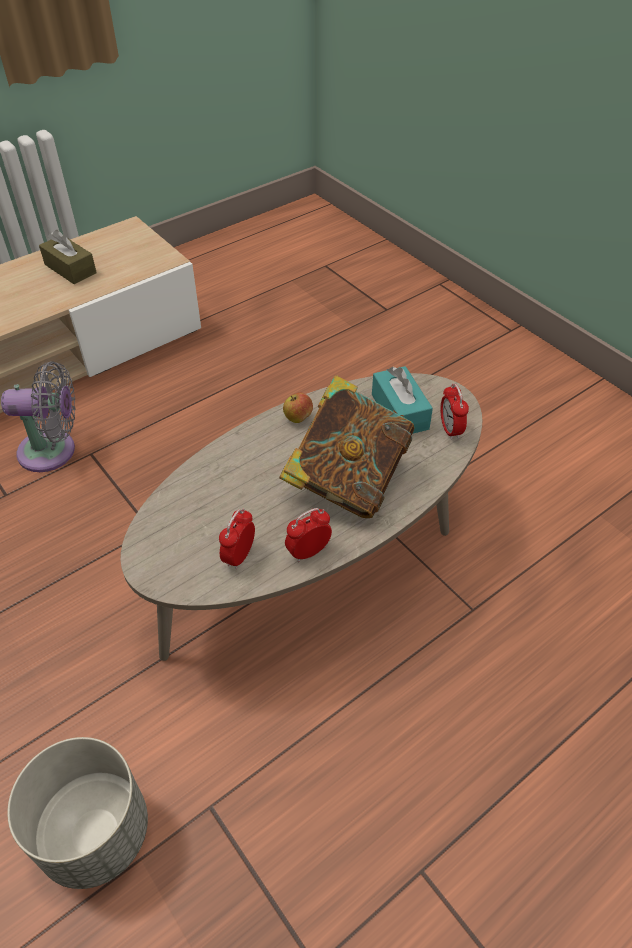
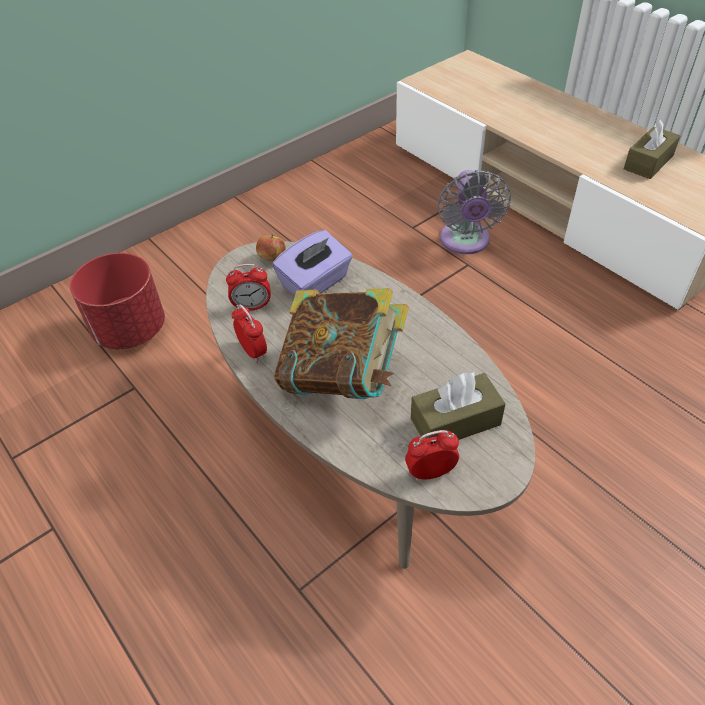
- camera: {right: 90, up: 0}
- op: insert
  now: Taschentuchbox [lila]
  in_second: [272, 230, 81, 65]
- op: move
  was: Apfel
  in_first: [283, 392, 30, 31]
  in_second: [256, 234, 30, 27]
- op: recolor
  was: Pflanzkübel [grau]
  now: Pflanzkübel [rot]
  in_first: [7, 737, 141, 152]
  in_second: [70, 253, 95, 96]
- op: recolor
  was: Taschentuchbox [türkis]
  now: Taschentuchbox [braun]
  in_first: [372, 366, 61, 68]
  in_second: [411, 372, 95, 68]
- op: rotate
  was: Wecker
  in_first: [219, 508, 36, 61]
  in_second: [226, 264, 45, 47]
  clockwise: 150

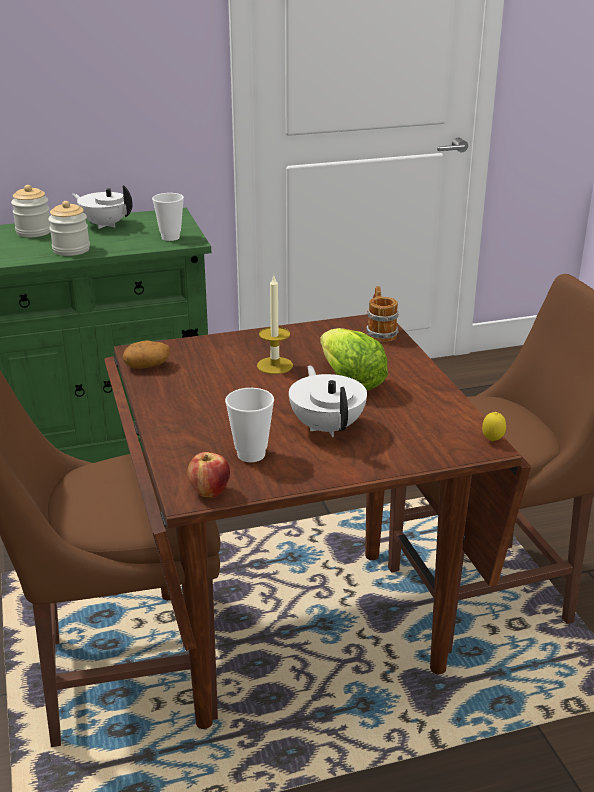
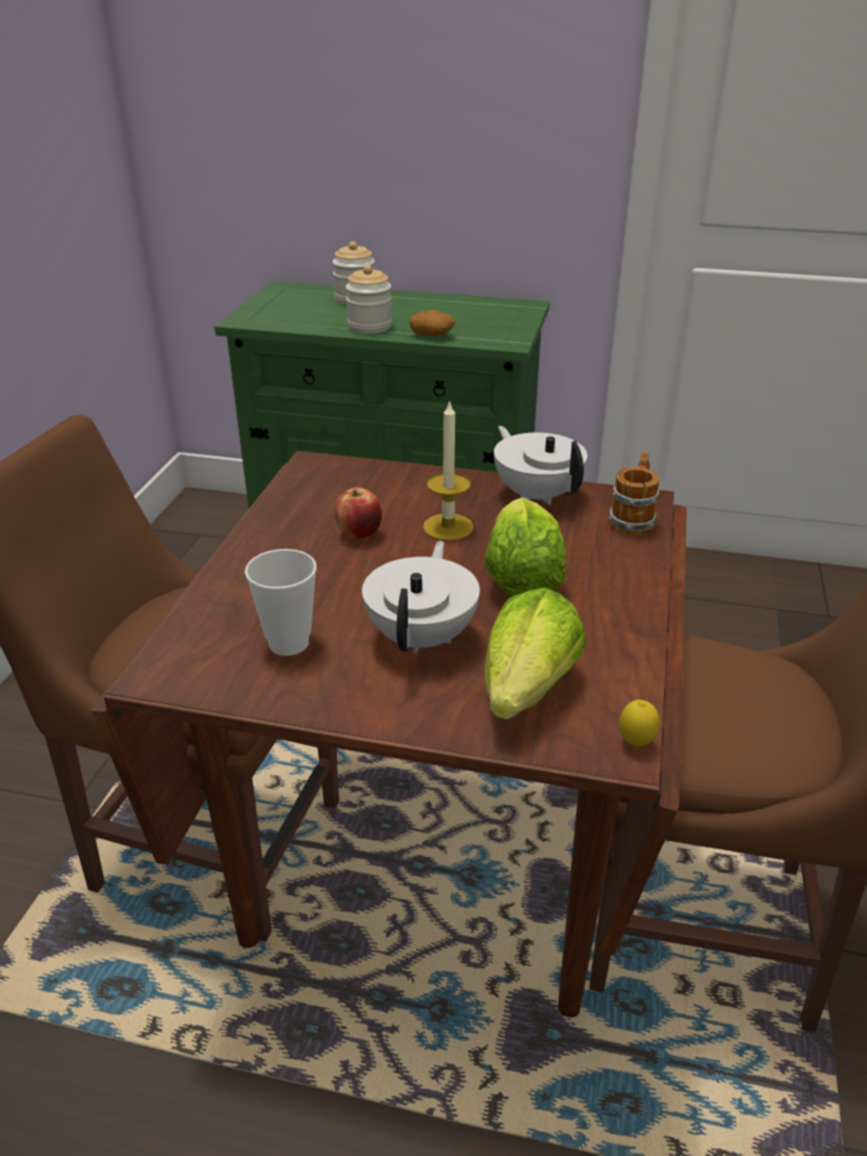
- camera: {right: 30, up: 5}
- op: delete
  was: Tasse
  in_first: [152, 193, 32, 48]
- op: insert
  now: Salatkopf
  in_second: [484, 588, 102, 131]
- op: move
  was: Teekanne [weiß]
  in_first: [72, 185, 61, 44]
  in_second: [494, 426, 93, 79]
- op: move
  was: Kartoffel
  in_first: [123, 340, 47, 29]
  in_second: [409, 310, 46, 26]
- op: move
  was: Apfel
  in_first: [187, 452, 43, 45]
  in_second: [335, 487, 47, 53]

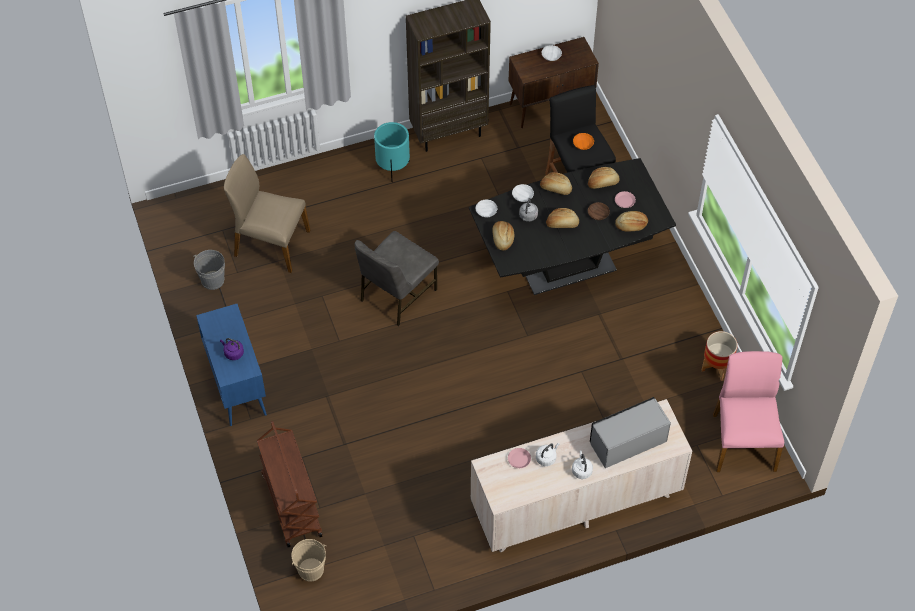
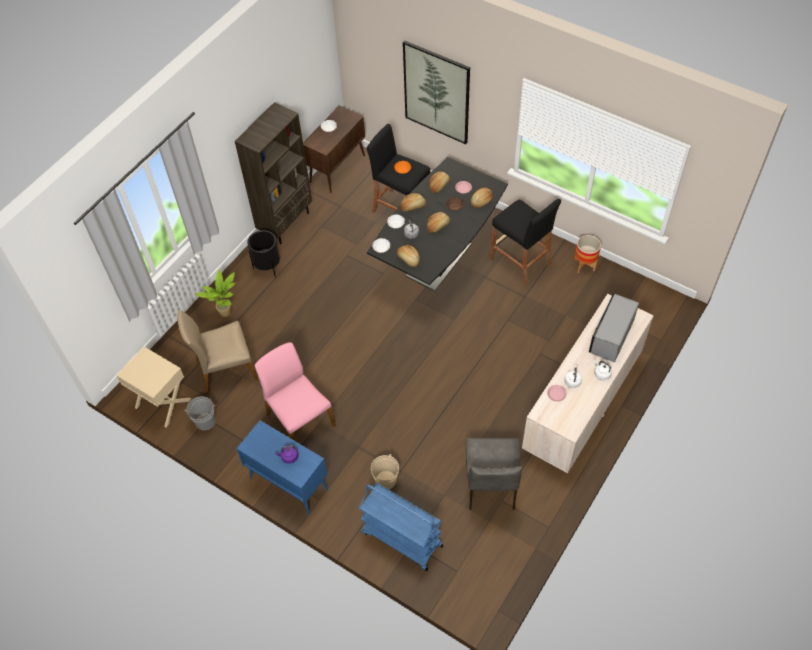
- camera: {right: -35, up: 0}
- op: insert
  now: Nachttisch [beige]
  in_second: [116, 347, 75, 80]
- op: insert
  now: Topfpflanze
  in_second: [195, 270, 41, 47]
- op: insert
  now: Bild
  in_second: [403, 40, 67, 104]
- op: insert
  now: Hocker [schwarz]
  in_second: [490, 199, 71, 87]
- op: move
  was: Eimer [beige]
  in_first: [291, 539, 35, 43]
  in_second: [371, 454, 28, 35]
- op: move
  was: Stuhl [grau]
  in_first: [355, 231, 84, 95]
  in_second: [466, 438, 56, 72]
- op: move
  was: Stuhl [rosa]
  in_first: [713, 351, 71, 121]
  in_second: [255, 342, 81, 99]
- op: recolor
  was: Rollwagen [braun]
  now: Rollwagen [blau]
  in_first: [257, 421, 65, 126]
  in_second: [359, 483, 84, 88]
- op: recolor
  was: Pflanzkübel [türkis]
  now: Pflanzkübel [schwarz]
  in_first: [374, 122, 36, 60]
  in_second: [247, 230, 33, 47]

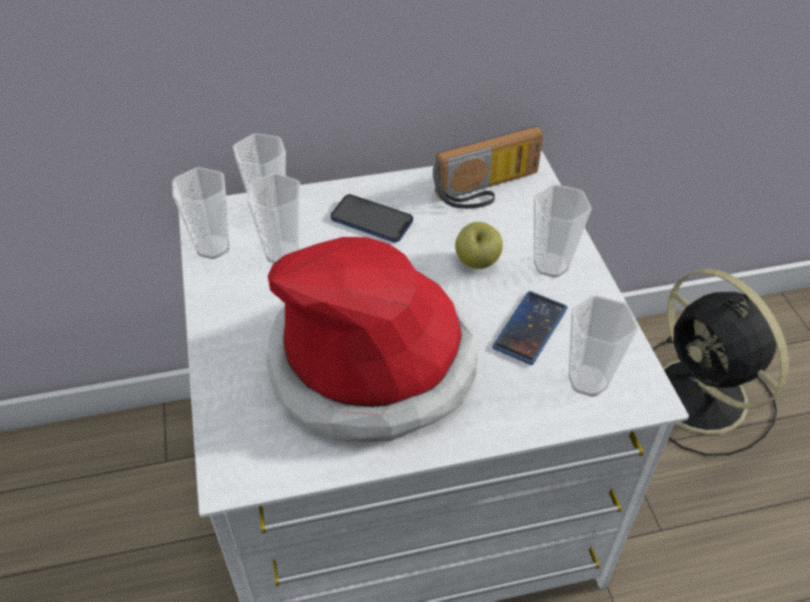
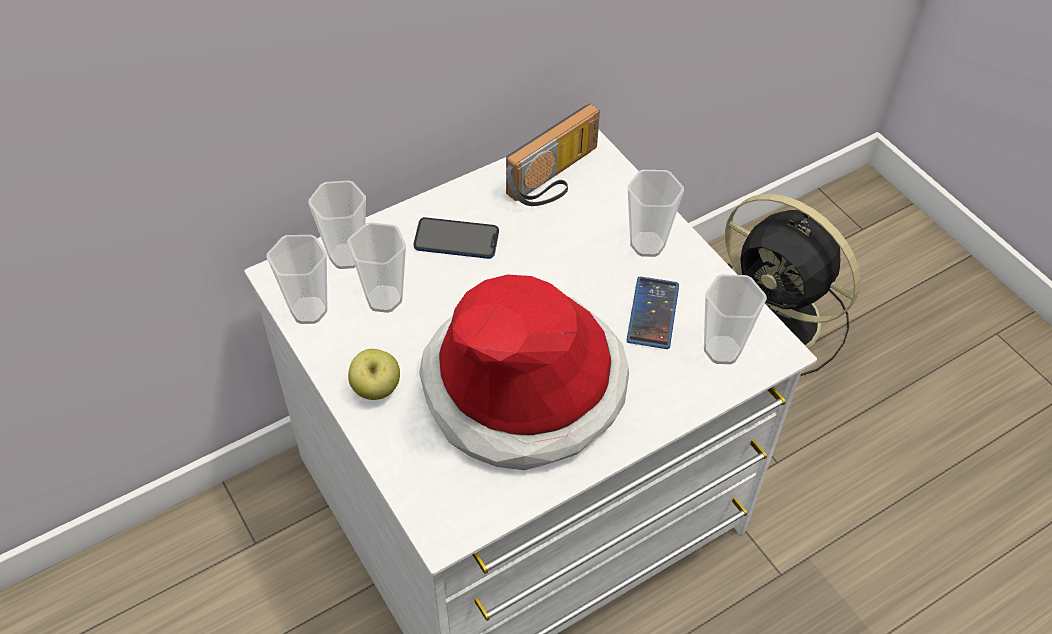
- camera: {right: -20, up: 5}
- op: move
  was: Apfel
  in_first: [455, 222, 48, 47]
  in_second: [348, 349, 52, 51]

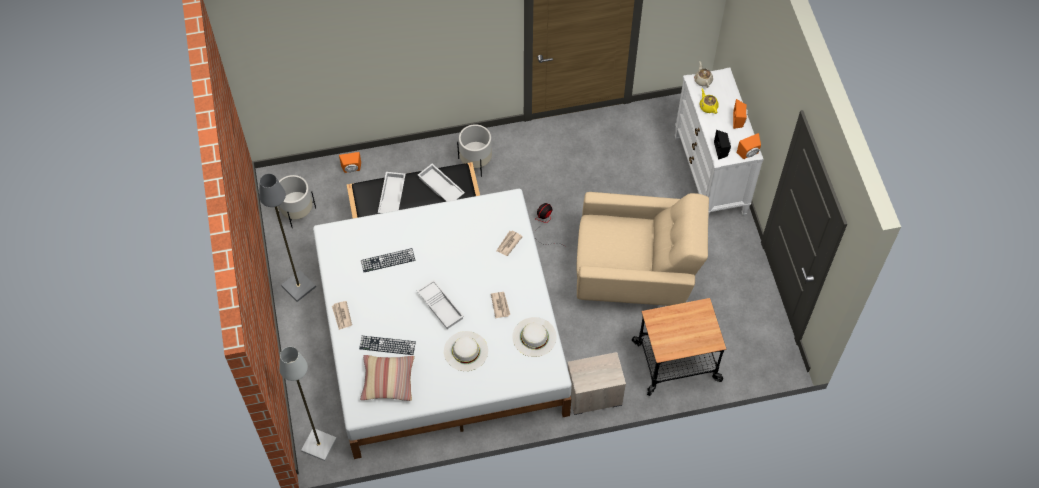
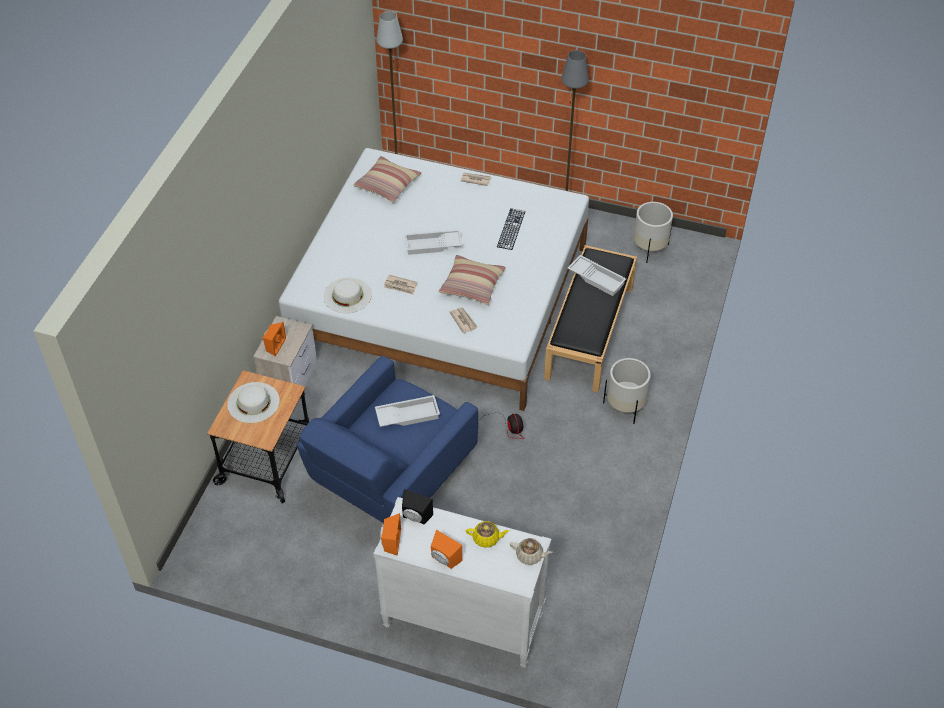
- camera: {right: 120, up: -10}
- op: delete
  was: Tastatur
  in_first: [359, 336, 57, 19]
- op: insert
  now: Kissen
  in_second: [438, 255, 68, 50]
- op: move
  was: Lautsprecher [orange]
  in_first: [339, 152, 22, 21]
  in_second: [263, 322, 23, 34]
- op: move
  was: Tablett [weiß]
  in_first: [418, 164, 47, 37]
  in_second: [375, 395, 65, 32]
- op: move
  was: Hut [weiß]
  in_first: [444, 331, 44, 40]
  in_second: [227, 382, 53, 41]
- op: recolor
  was: Sessel [beige]
  now: Sessel [blau]
  in_first: [577, 192, 132, 114]
  in_second: [297, 356, 181, 167]

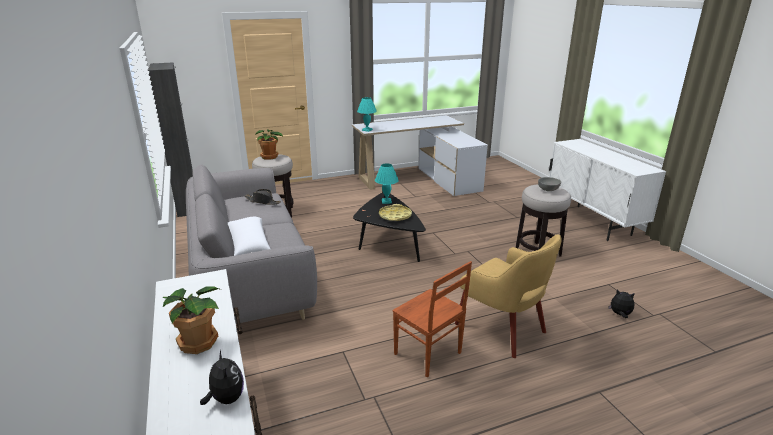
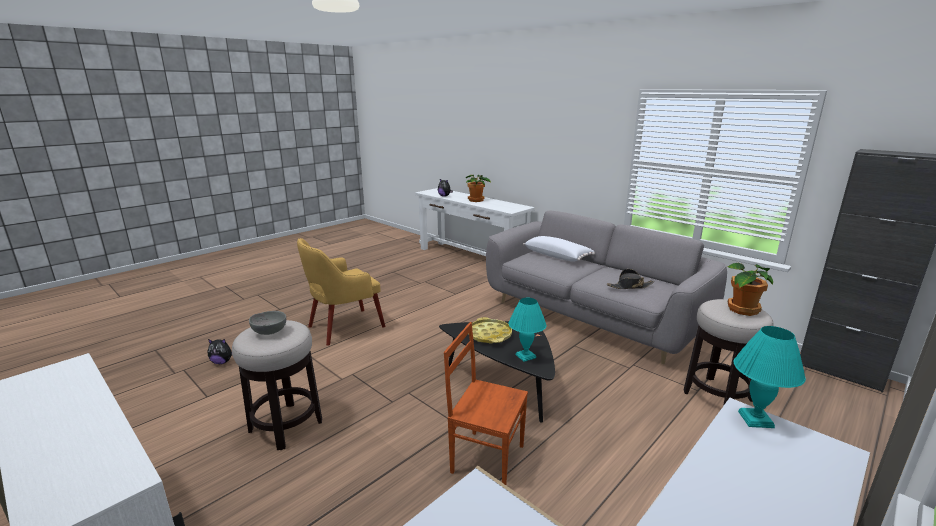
- camera: {right: 155, up: -5}
- op: move
  was: Stuhl [braun]
  in_first: [392, 261, 80, 116]
  in_second: [444, 322, 84, 163]
- op: rotate
  was: Sessel [gelb]
  in_first: [455, 235, 107, 123]
  in_second: [297, 238, 88, 108]
  clockwise: -60

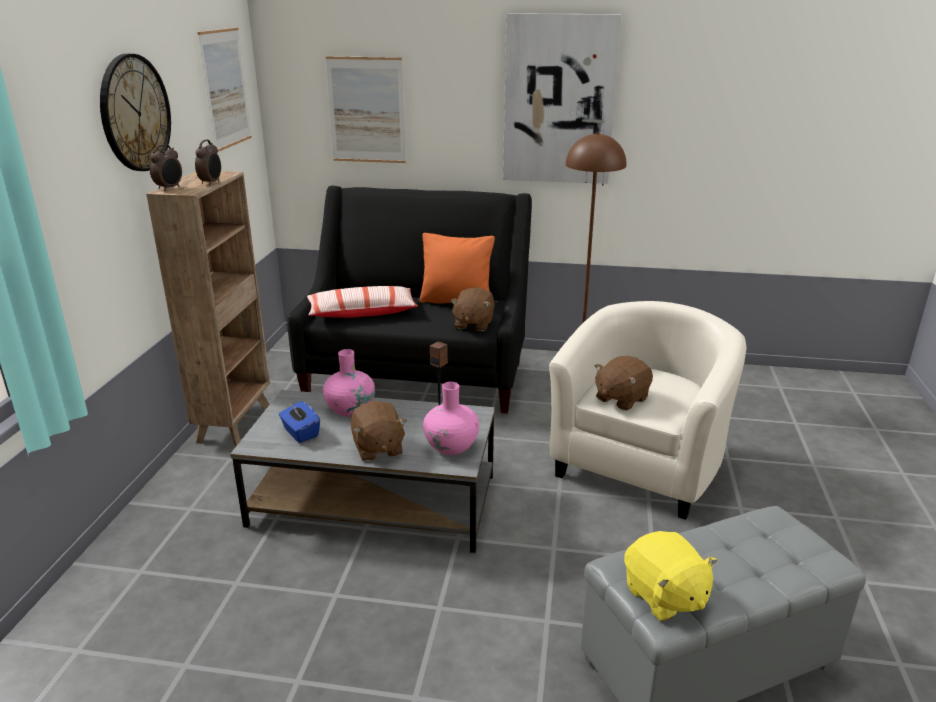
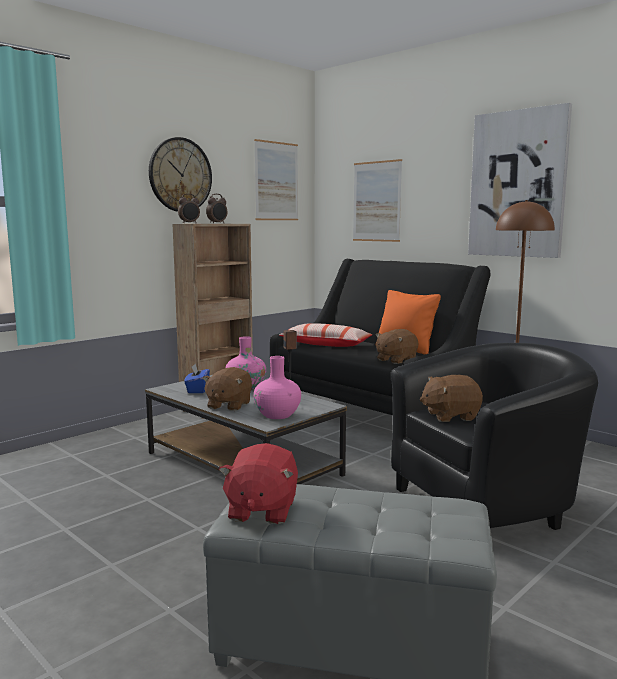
- camera: {right: 35, up: -15}
- op: recolor
  was: Sessel [beige]
  now: Sessel [schwarz]
  in_first: [549, 301, 198, 219]
  in_second: [391, 343, 207, 187]
- op: recolor
  was: Plüschtier [gelb]
  now: Plüschtier [rot]
  in_first: [624, 531, 93, 90]
  in_second: [219, 443, 79, 81]

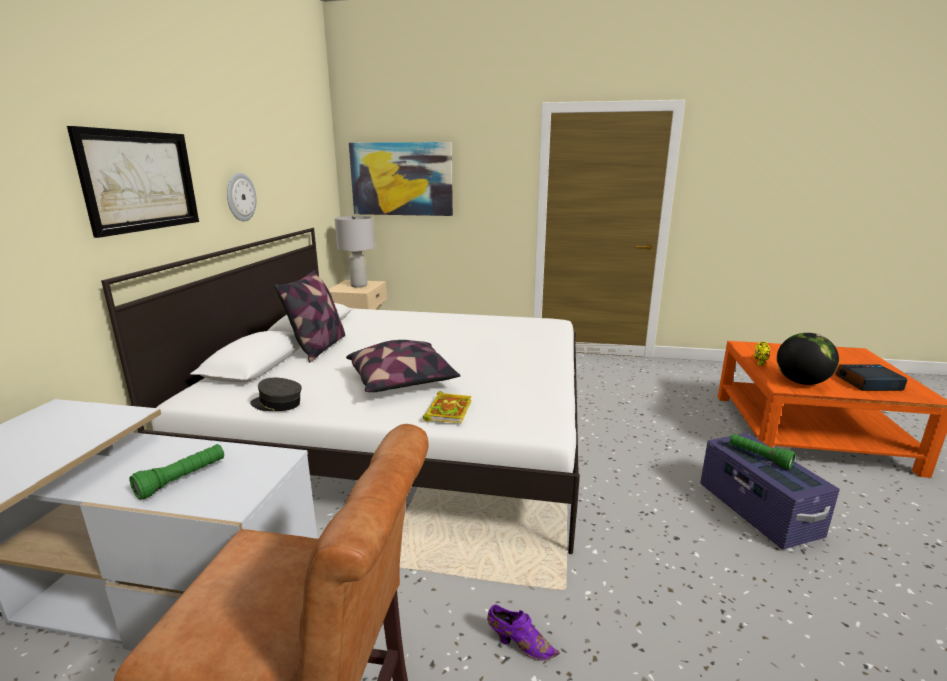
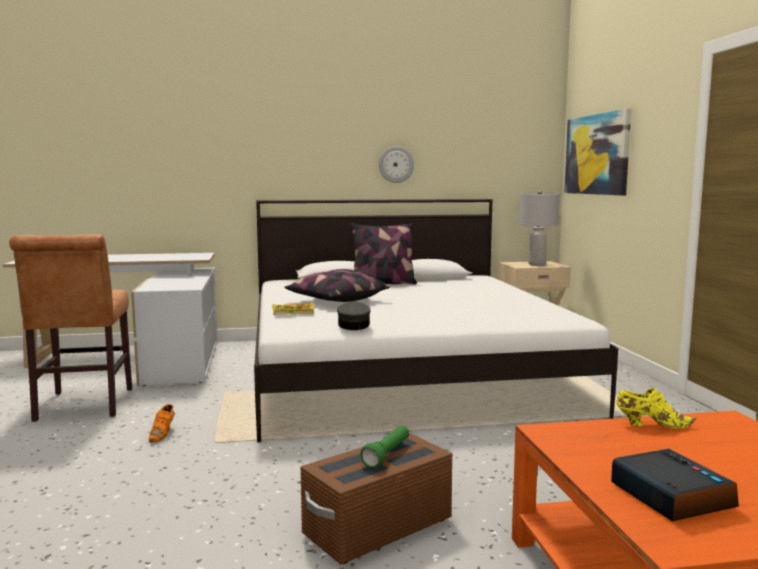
- camera: {right: 70, up: -10}
- op: delete
  was: Bild
  in_first: [67, 126, 132, 112]
- op: delete
  was: Taschenlampe [grün]
  in_first: [129, 444, 95, 55]
- op: delete
  was: Globus
  in_first: [777, 333, 62, 52]
- op: move
  was: Kappe [grau]
  in_first: [250, 378, 52, 33]
  in_second: [337, 302, 33, 28]
- op: recolor
  was: Schuh [lila]
  now: Schuh [orange]
  in_first: [487, 604, 73, 56]
  in_second: [149, 404, 26, 38]
- op: recolor
  was: Aufbewahrungsbox [lila]
  now: Aufbewahrungsbox [braun]
  in_first: [700, 433, 140, 116]
  in_second: [301, 433, 151, 131]

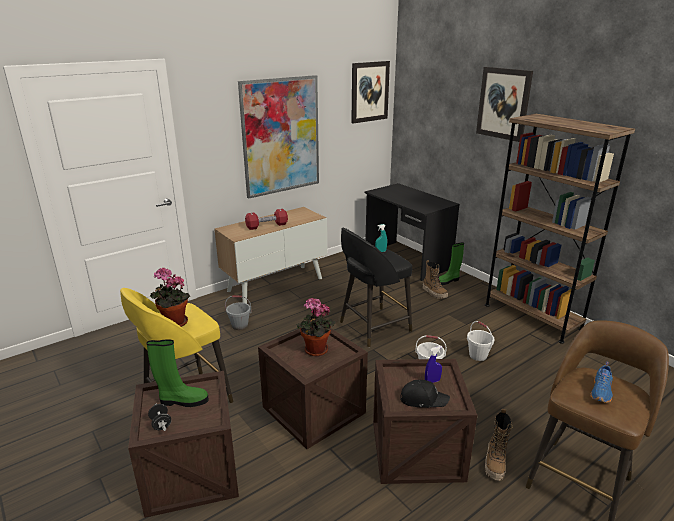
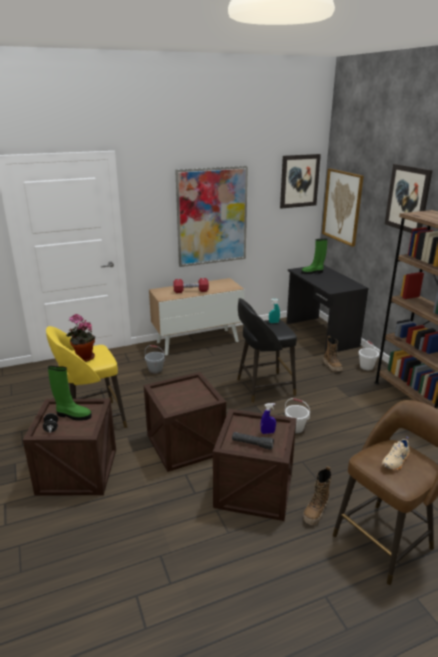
- camera: {right: 15, up: 0}
- op: delete
  was: Topfpflanze
  in_first: [296, 298, 40, 59]
- op: insert
  now: Bild
  in_second: [322, 168, 42, 79]
- op: move
  was: Stiefel [grün]
  in_first: [439, 242, 25, 43]
  in_second: [301, 239, 26, 35]
- op: move
  was: Eimer [weiß]
  in_first: [467, 321, 27, 40]
  in_second: [358, 340, 21, 30]
- op: replace
  was: Kappe [schwarz]
  now: Taschenlampe [schwarz]
  in_first: [400, 380, 50, 28]
  in_second: [232, 432, 42, 18]
- op: recolor
  was: Schuh [blau]
  now: Schuh [beige]
  in_first: [590, 362, 23, 41]
  in_second: [382, 436, 27, 34]

